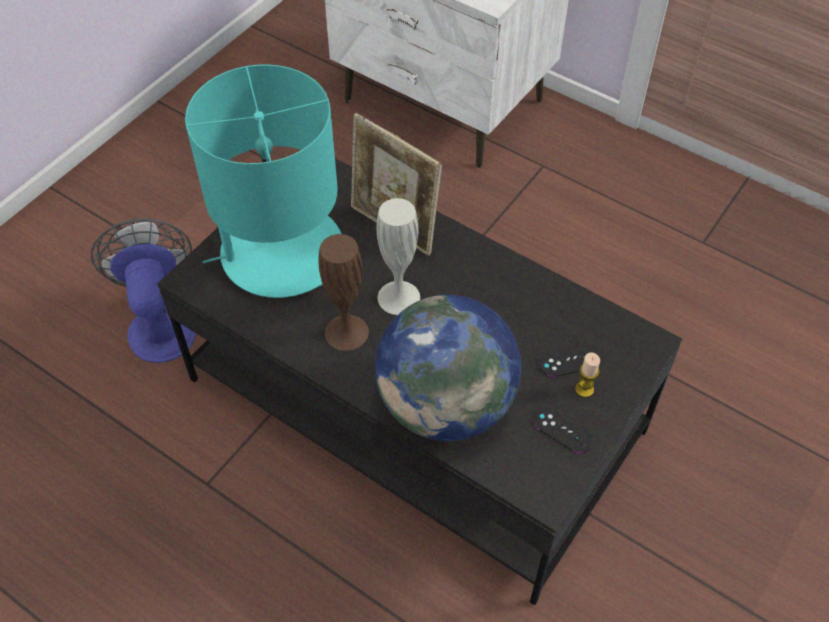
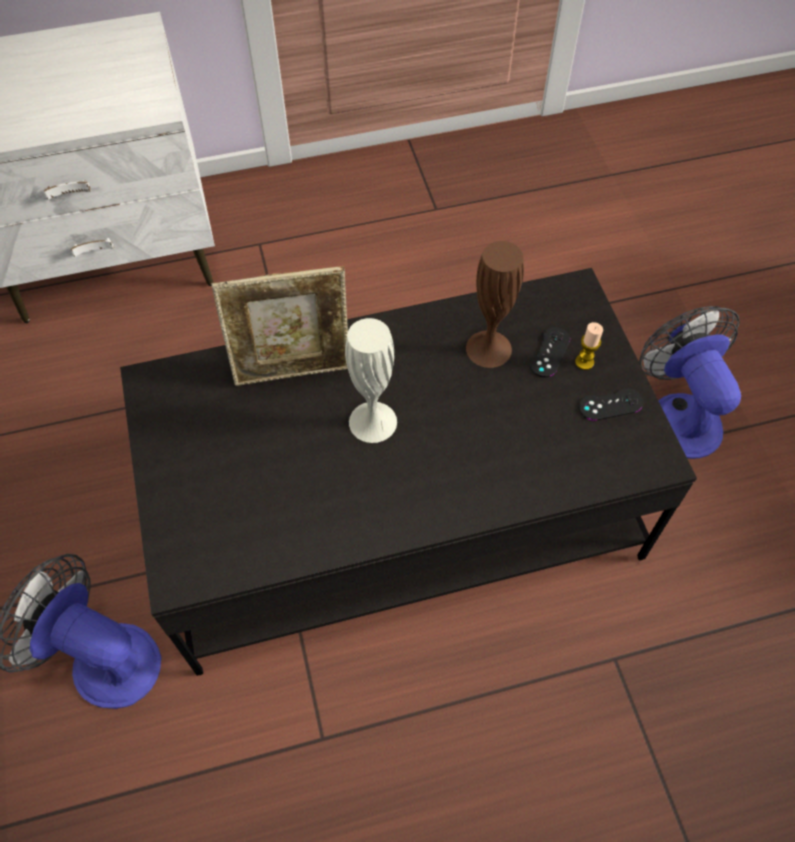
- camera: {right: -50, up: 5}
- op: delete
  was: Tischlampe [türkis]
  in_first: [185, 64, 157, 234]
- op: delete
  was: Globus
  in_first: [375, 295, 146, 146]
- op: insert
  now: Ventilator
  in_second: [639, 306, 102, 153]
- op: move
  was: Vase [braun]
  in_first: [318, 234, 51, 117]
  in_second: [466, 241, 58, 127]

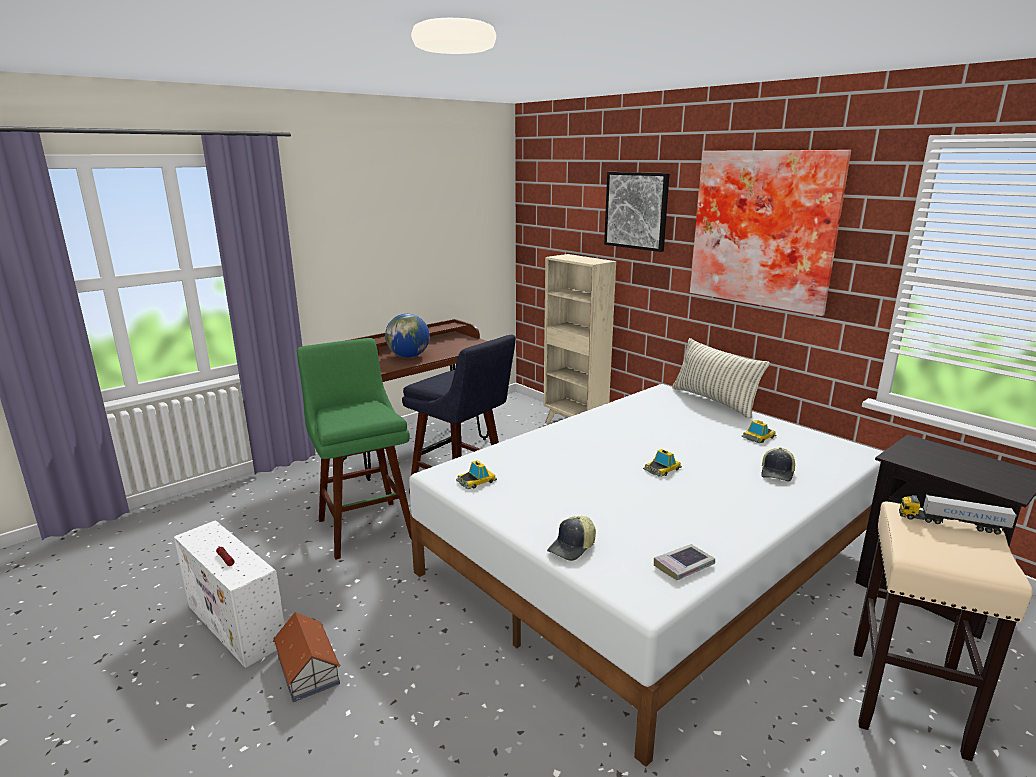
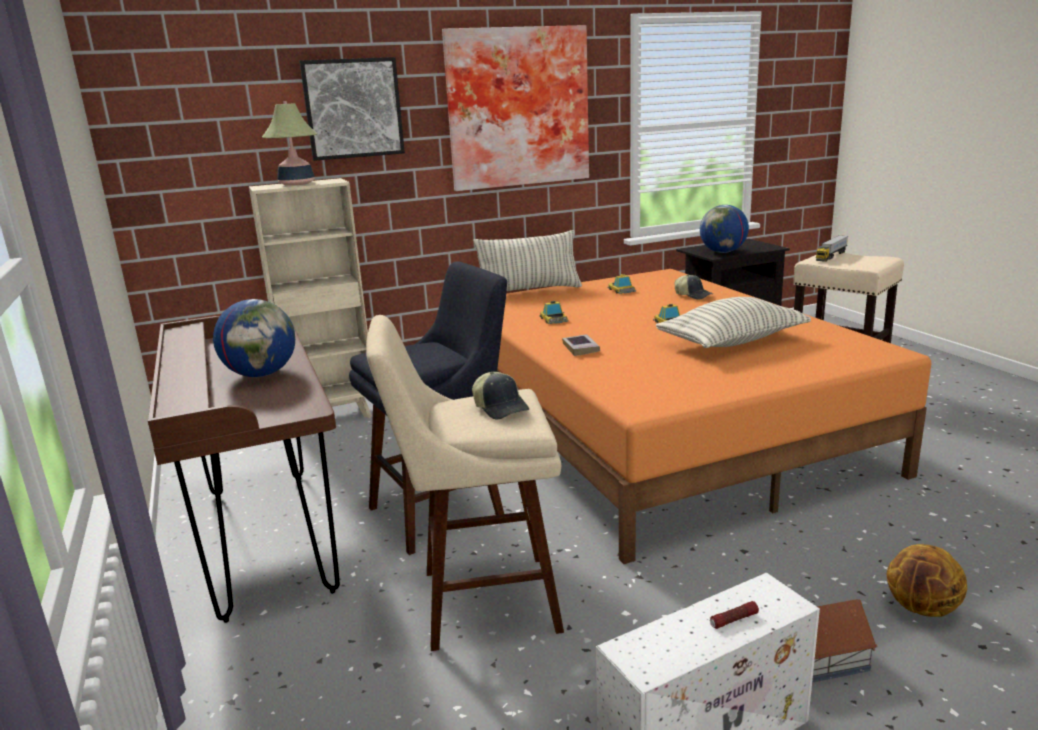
- camera: {right: -70, up: 0}
- op: insert
  now: Tischlampe
  in_second: [262, 101, 55, 85]
- op: insert
  now: Kissen
  in_second: [656, 297, 155, 51]
- op: insert
  now: Globus
  in_second: [700, 205, 49, 48]
- op: insert
  now: Basketball
  in_second: [887, 544, 80, 73]
- op: move
  was: Spielzeugauto
  in_first: [456, 460, 41, 29]
  in_second: [539, 301, 30, 23]
- op: move
  was: Kappe
  in_first: [547, 516, 49, 45]
  in_second: [472, 372, 57, 48]
- op: move
  was: Buch
  in_first: [654, 544, 61, 36]
  in_second: [562, 334, 38, 22]
- op: recolor
  was: Hocker [grün]
  now: Hocker [beige]
  in_first: [297, 338, 114, 222]
  in_second: [366, 315, 198, 336]
- op: recolor
  was: Bett [weiß]
  now: Bett [orange]
  in_first: [409, 384, 475, 383]
  in_second: [497, 269, 435, 295]

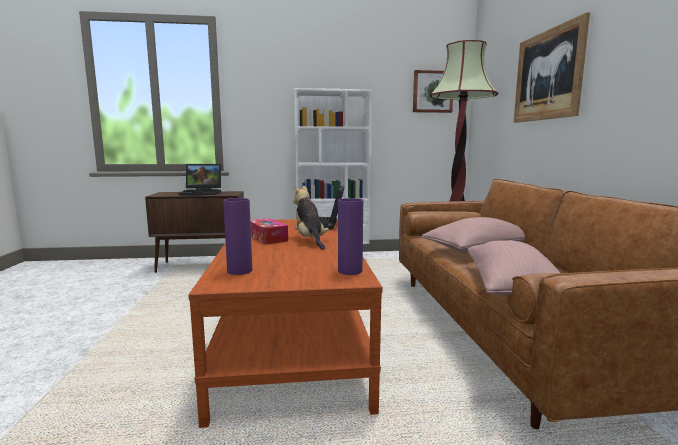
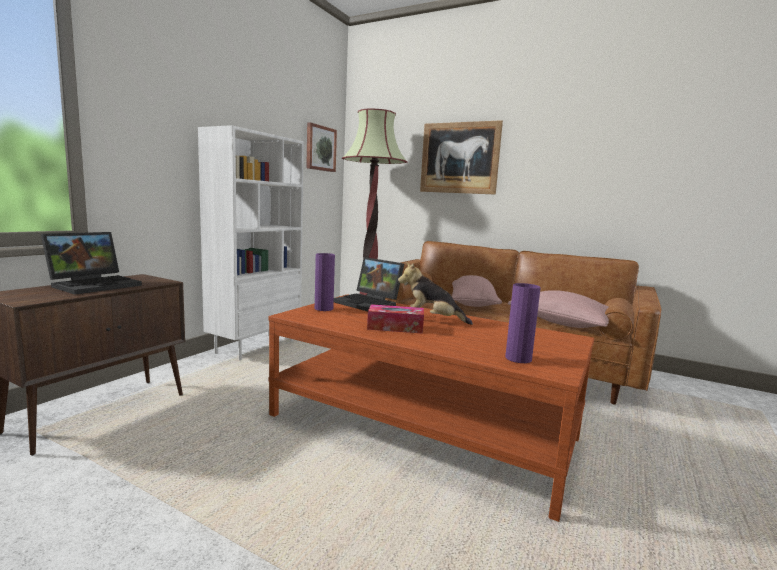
- camera: {right: -55, up: 0}
- op: move
  was: Vase [lila]
  in_first: [338, 198, 25, 77]
  in_second: [315, 253, 20, 58]

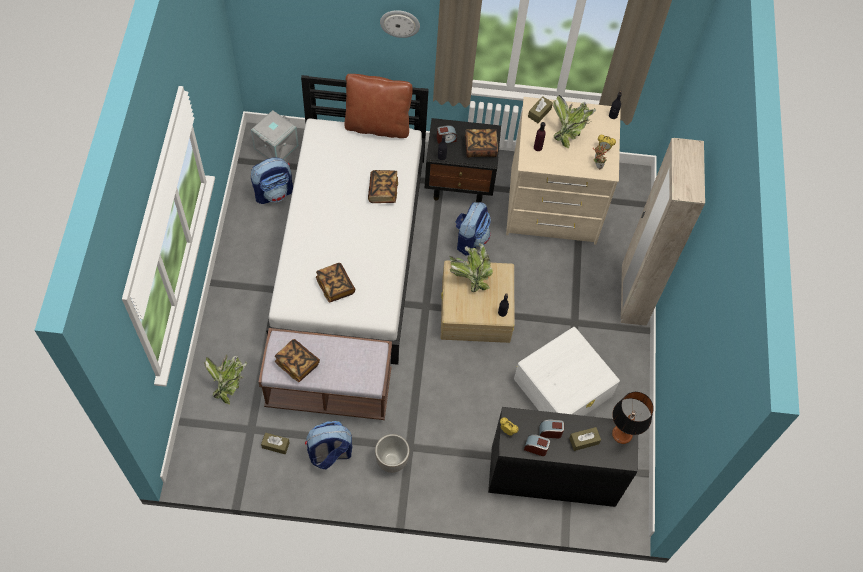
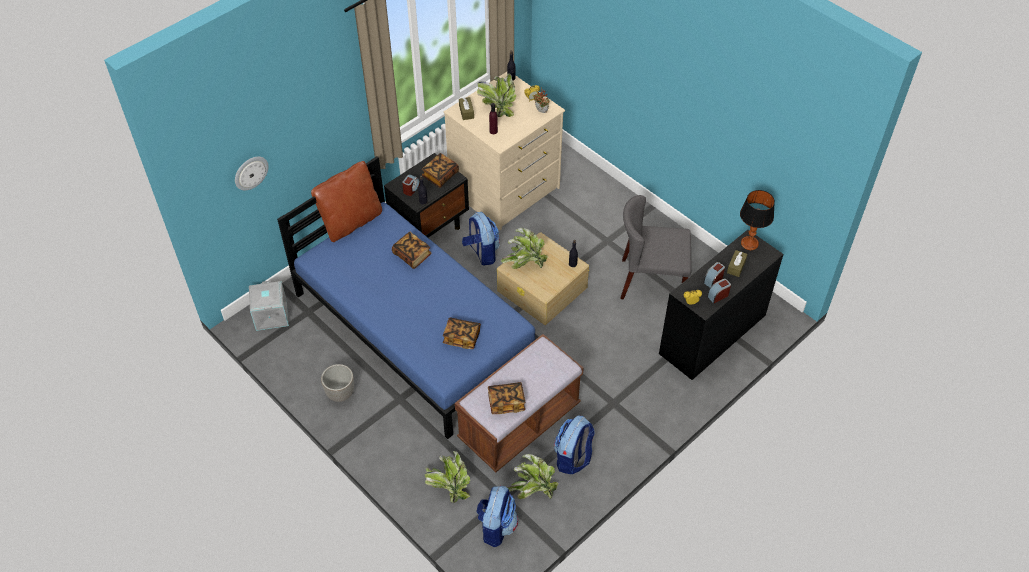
- camera: {right: -45, up: -10}
- op: delete
  was: Kleiderschrank [beige]
  in_first: [621, 138, 84, 188]
- op: move
  was: Rucksack
  in_first: [251, 157, 42, 47]
  in_second: [477, 485, 41, 62]
- op: move
  was: Pflanzkübel
  in_first: [375, 434, 35, 39]
  in_second: [321, 364, 33, 38]
- op: move
  was: Wanduhr
  in_first: [380, 10, 40, 28]
  in_second: [235, 156, 34, 34]
- op: replace
  was: Taschentuchbox [braun]
  now: Topfpflanze
  in_first: [261, 433, 29, 21]
  in_second: [507, 454, 52, 45]
- op: replace
  was: Aufbewahrungsbox [weiß]
  now: Stuhl [grau]
  in_first: [514, 327, 106, 89]
  in_second: [621, 195, 70, 104]
- op: recolor
  was: Bett [weiß]
  now: Bett [blau]
  in_first: [266, 75, 163, 290]
  in_second: [277, 156, 261, 283]

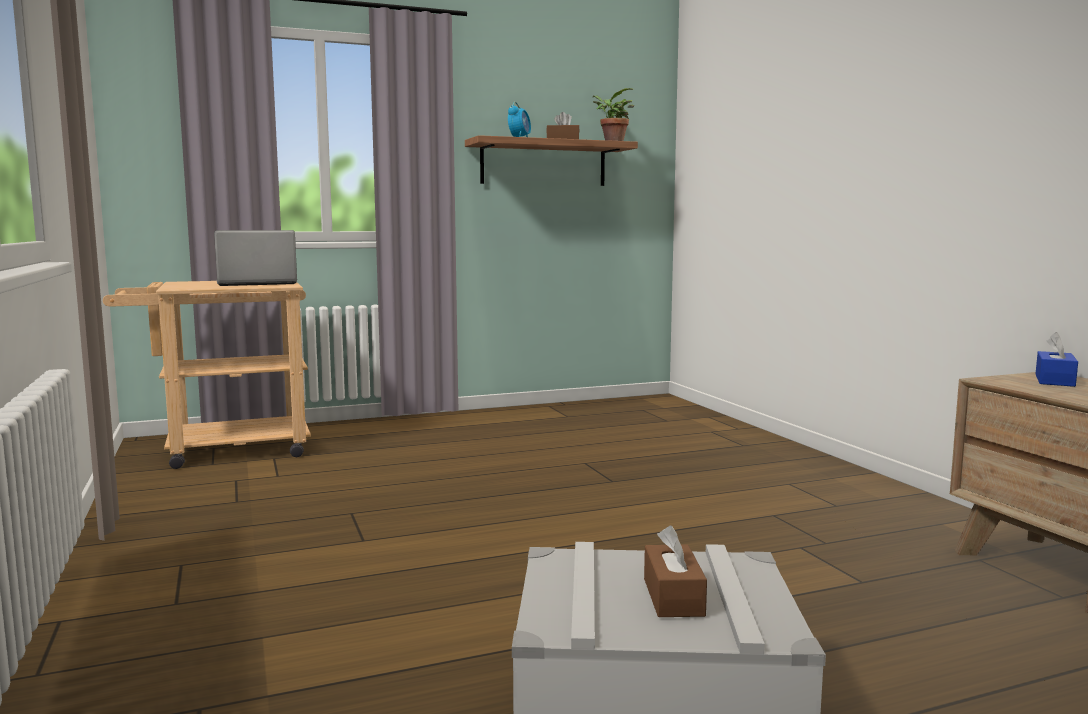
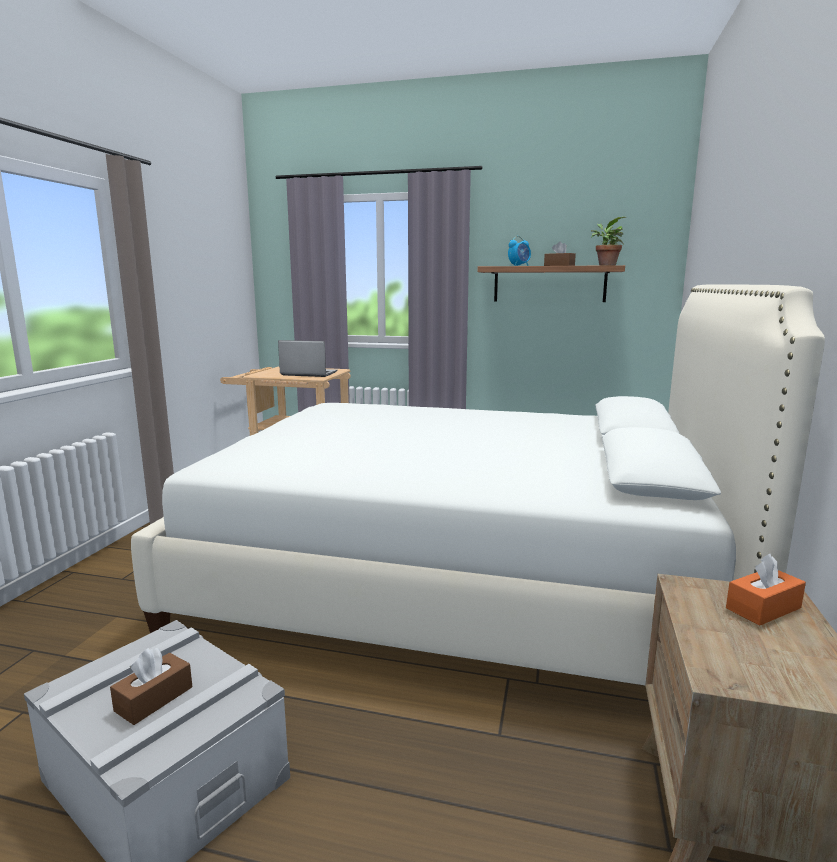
- camera: {right: 35, up: 5}
- op: insert
  now: Bett [weiß]
  in_second: [131, 284, 694, 401]
- op: recolor
  was: Taschentuchbox [blau]
  now: Taschentuchbox [orange]
  in_first: [1036, 332, 42, 55]
  in_second: [726, 554, 80, 72]

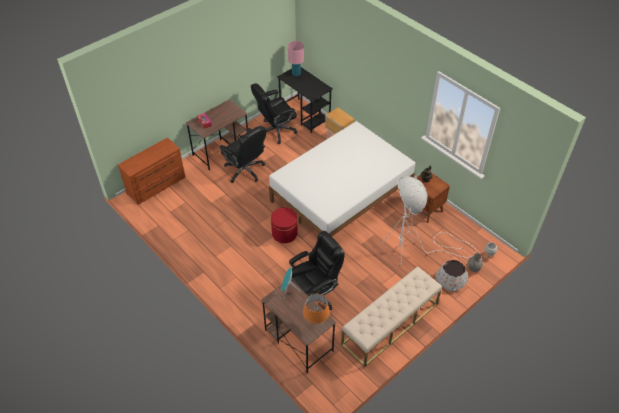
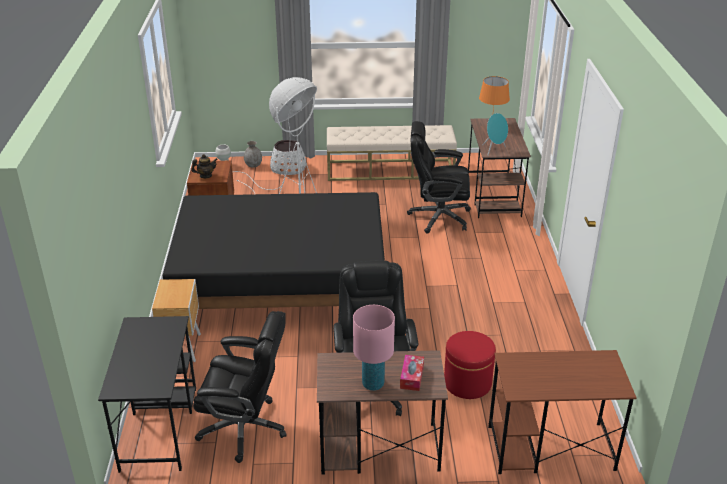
- camera: {right: -140, up: -15}
- op: move
  was: Polsterhocker [rot]
  in_first: [271, 207, 27, 36]
  in_second: [444, 331, 52, 68]
- op: move
  was: Tischlampe [rosa]
  in_first: [288, 41, 16, 35]
  in_second: [353, 305, 42, 86]
- op: replace
  was: Kommode [braun]
  now: Schreibtisch [braun]
  in_first: [118, 138, 67, 67]
  in_second: [488, 350, 149, 124]
- op: recolor
  was: Bett [weiß]
  now: Bett [schwarz]
  in_first: [269, 121, 146, 115]
  in_second: [163, 192, 222, 117]

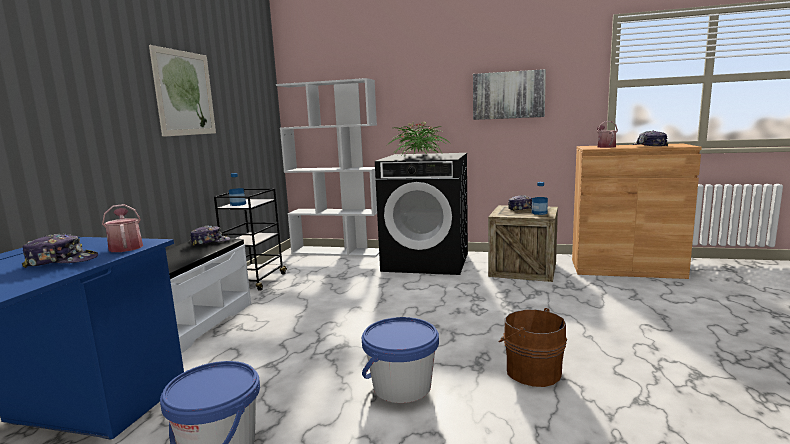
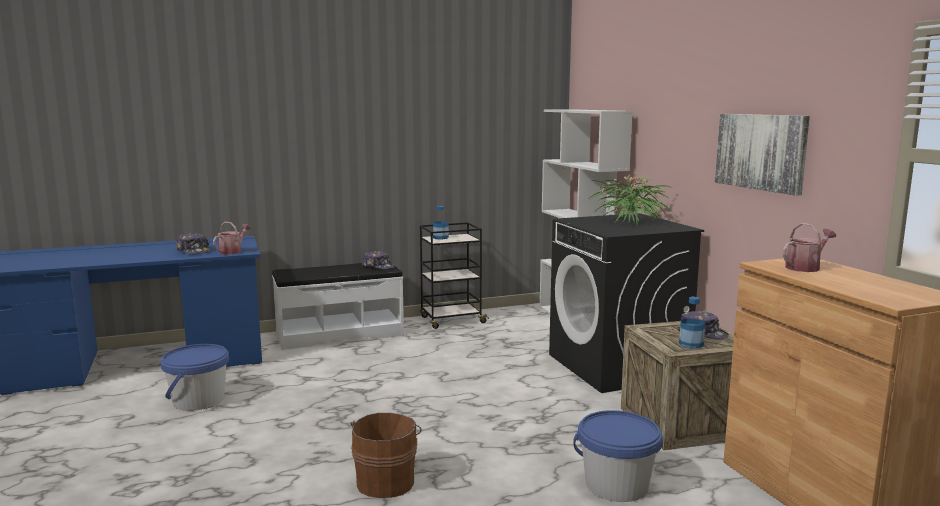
- camera: {right: 55, up: 0}
- op: delete
  was: Bild
  in_first: [149, 45, 67, 92]
- op: delete
  was: Kappe
  in_first: [632, 131, 36, 15]
- op: move
  was: Eimer [blau]
  in_first: [362, 317, 77, 86]
  in_second: [573, 410, 90, 92]

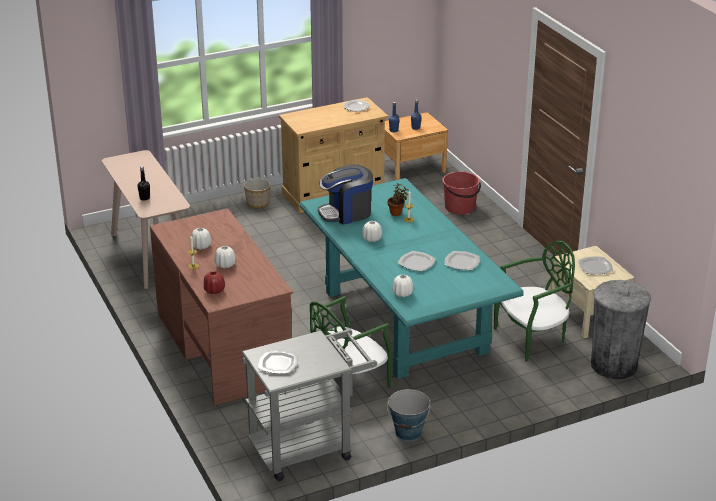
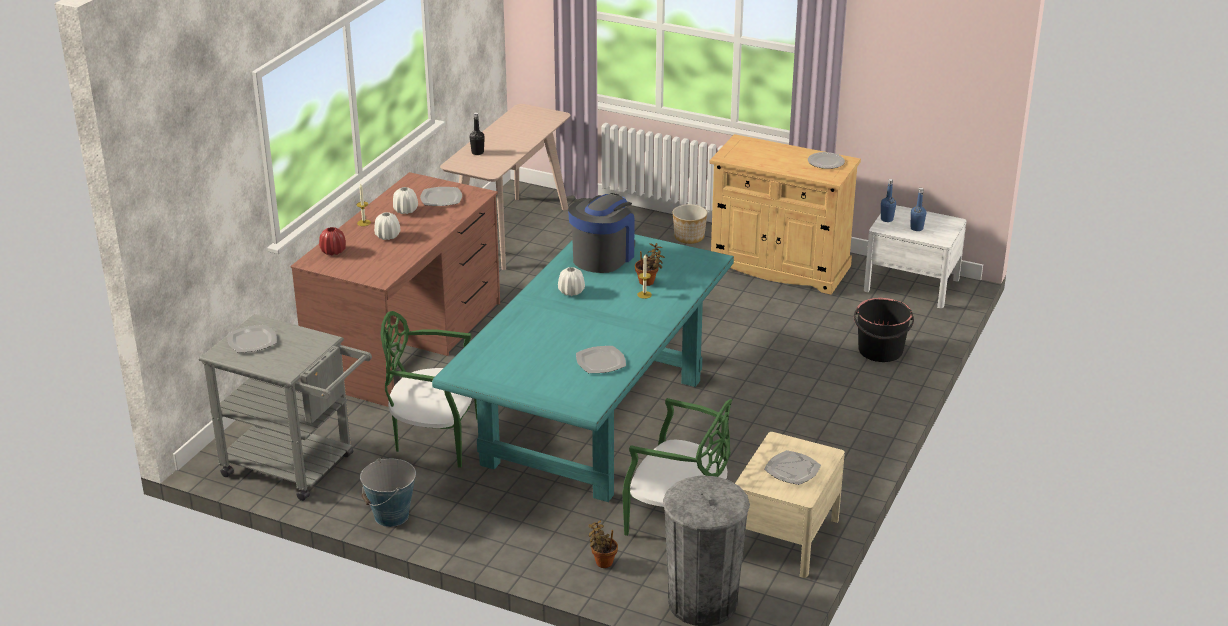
- camera: {right: 50, up: 0}
- op: delete
  was: Vase [weiß]
  in_first: [392, 275, 22, 22]
- op: insert
  now: Topfpflanze
  in_second: [588, 520, 30, 48]
- op: move
  was: Teller
  in_first: [398, 251, 38, 21]
  in_second: [420, 187, 42, 19]
- op: recolor
  was: Nachttisch [braun]
  now: Nachttisch [weiß]
  in_first: [384, 112, 64, 68]
  in_second: [864, 205, 103, 104]
- op: recolor
  was: Eimer [rot]
  now: Eimer [schwarz]
  in_first: [442, 171, 39, 44]
  in_second: [854, 298, 60, 64]
- op: rotate
  was: Kaffeemaschine
  in_first: [318, 164, 55, 61]
  in_second: [568, 193, 67, 80]
  clockwise: 90

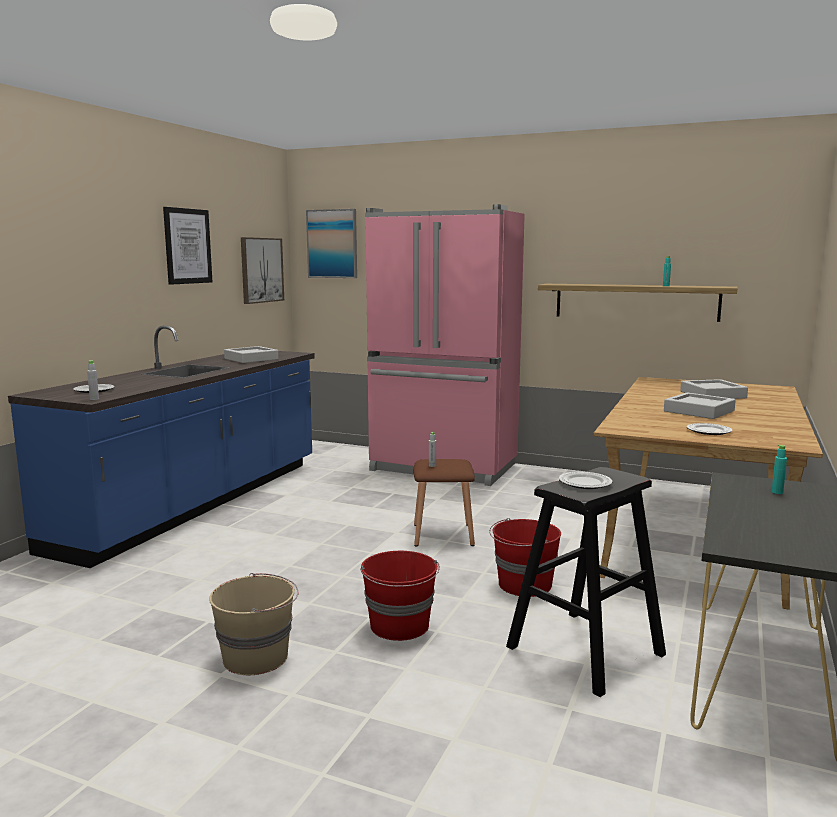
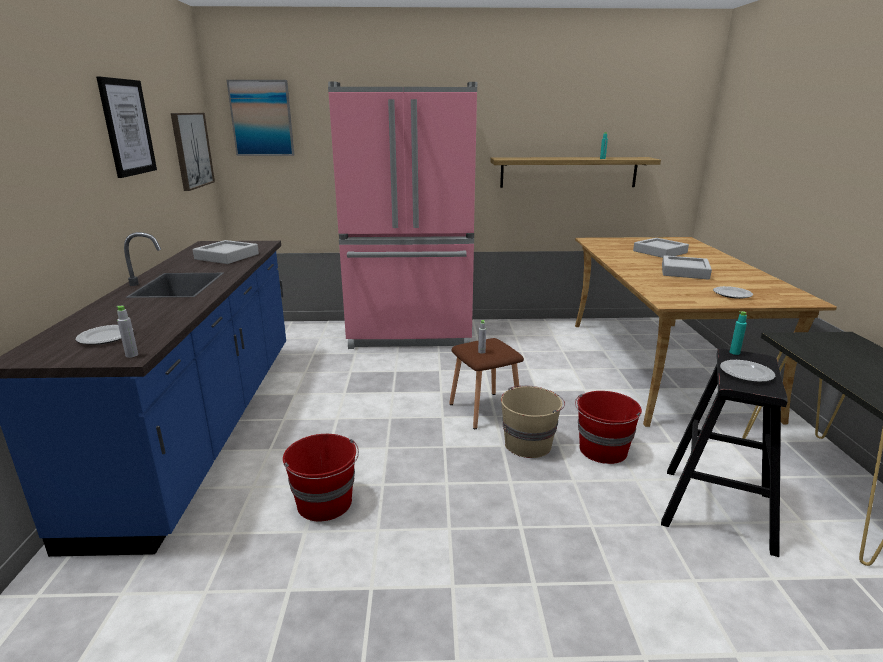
- camera: {right: -25, up: 10}
- op: move
  was: Eimer [beige]
  in_first: [209, 573, 90, 102]
  in_second: [501, 385, 64, 73]
- op: move
  was: Eimer [rot]
  in_first: [360, 551, 80, 90]
  in_second: [283, 434, 76, 87]
- op: move
  was: Flasche [türkis]
  in_first: [772, 445, 15, 49]
  in_second: [730, 311, 17, 44]

